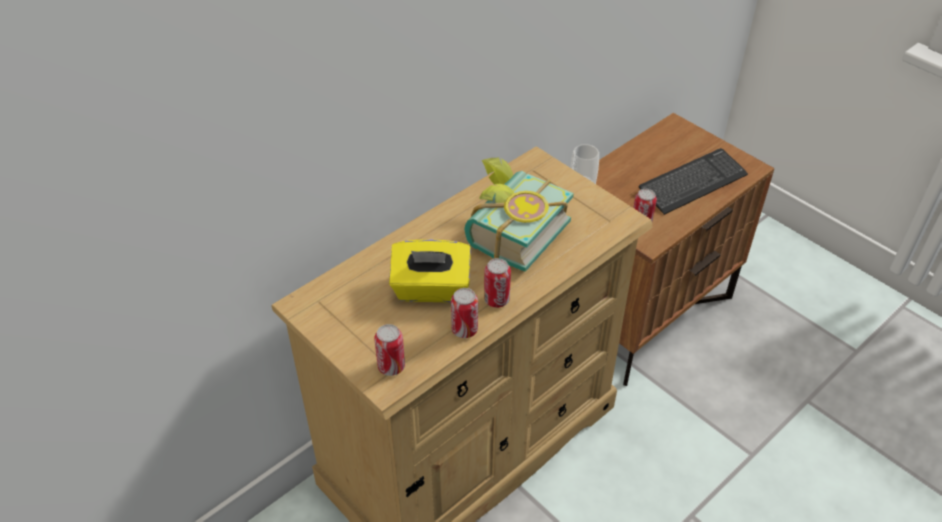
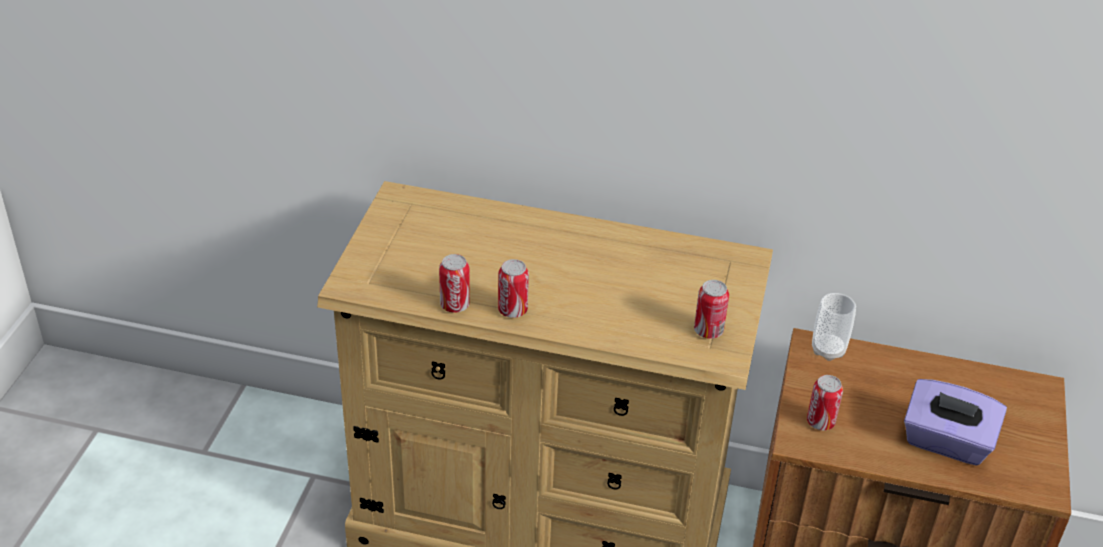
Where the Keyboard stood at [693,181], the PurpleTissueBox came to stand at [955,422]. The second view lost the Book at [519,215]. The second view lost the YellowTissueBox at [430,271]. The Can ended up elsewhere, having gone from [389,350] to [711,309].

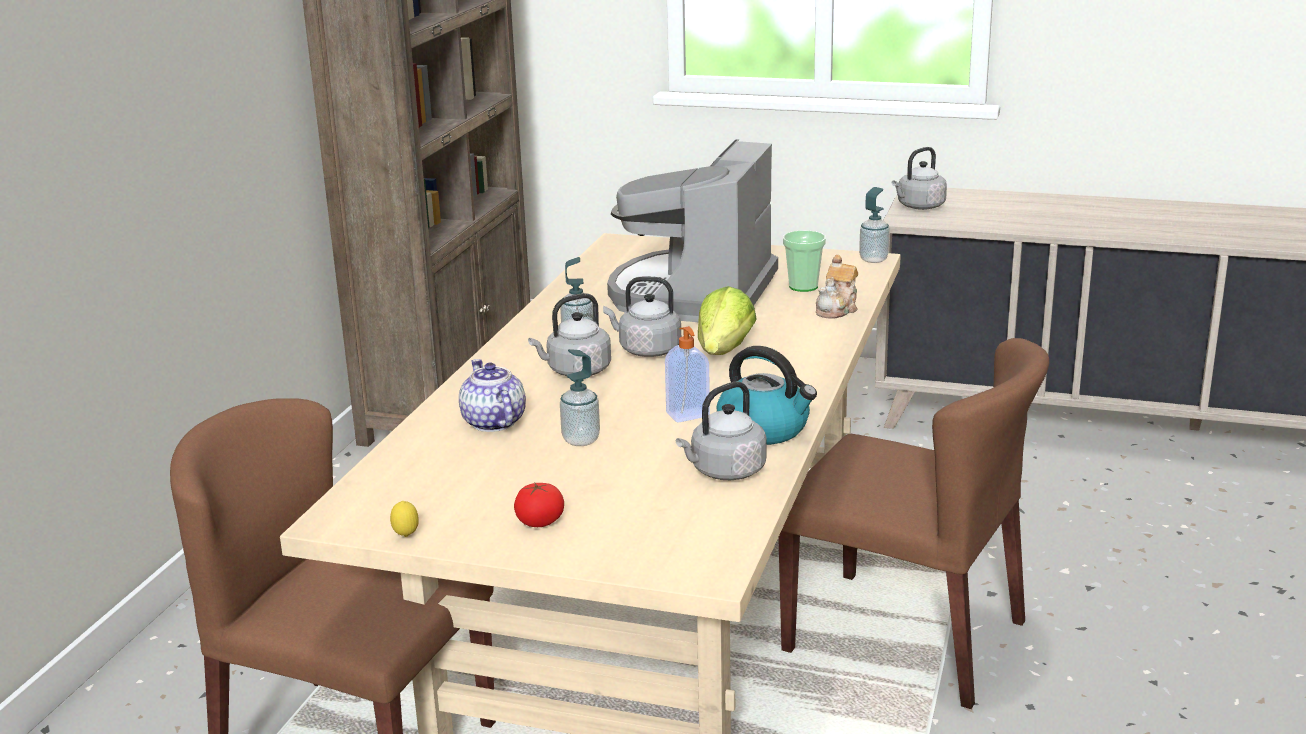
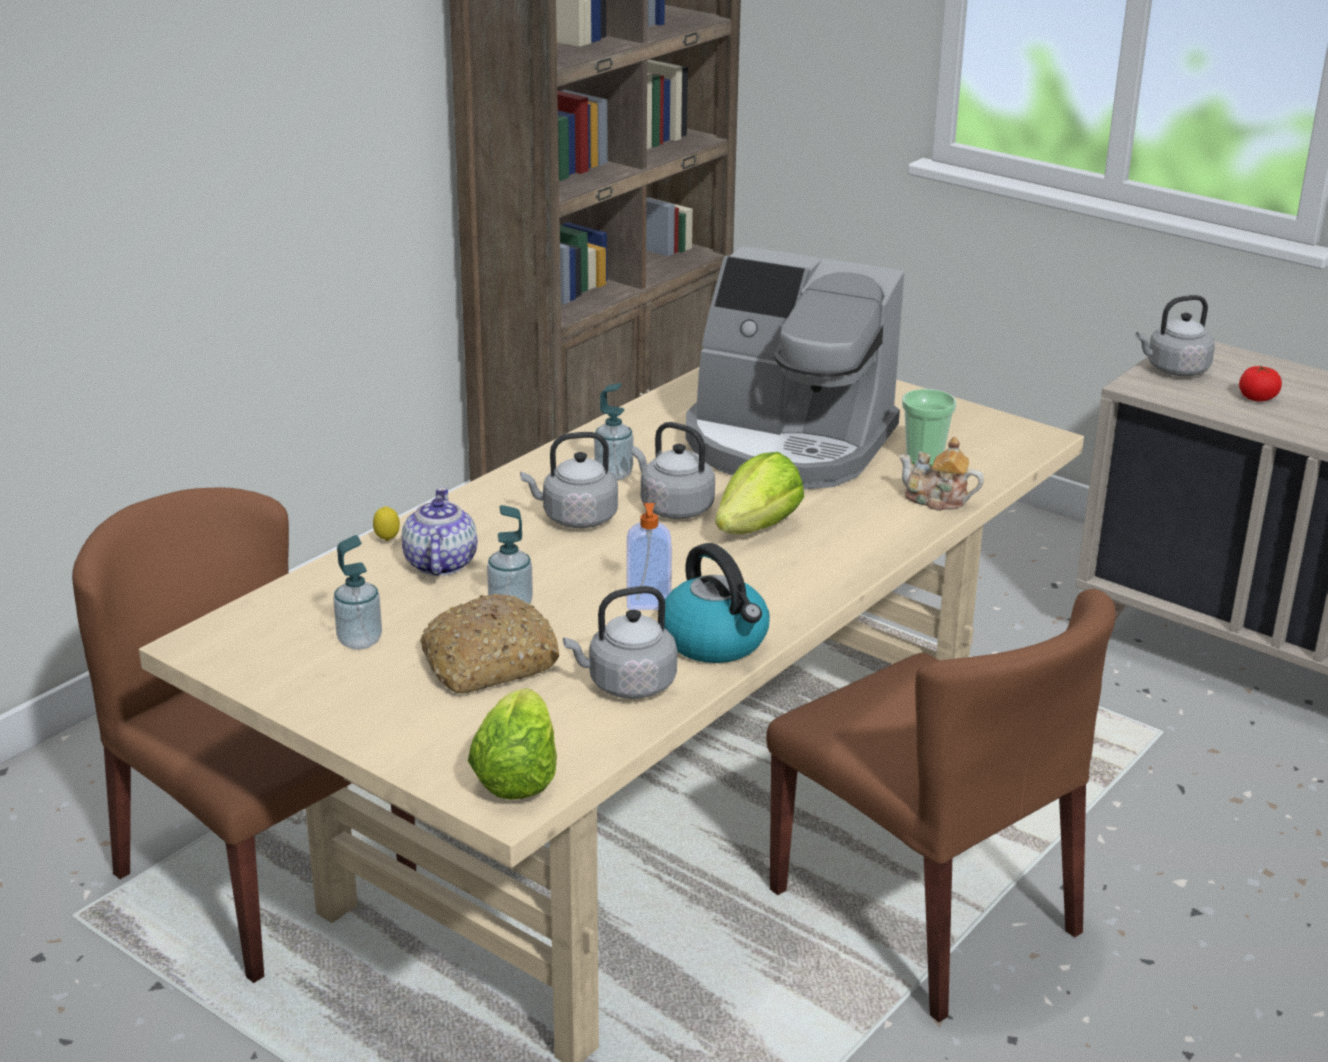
The CoffeeMachine at [692,230] ended up facing another way, 105 degrees counterclockwise from before. The SoapDispenser ended up elsewhere, having gone from [874,225] to [357,592]. The Teapot at [837,286] ended up facing another way, 60 degrees clockwise from before. The Tomato ended up elsewhere, having gone from [539,504] to [1260,383]. The Lemon ended up elsewhere, having gone from [404,519] to [386,523]. The second view gained the Bread at [489,644]. The second view gained the Lettuce at [512,744].

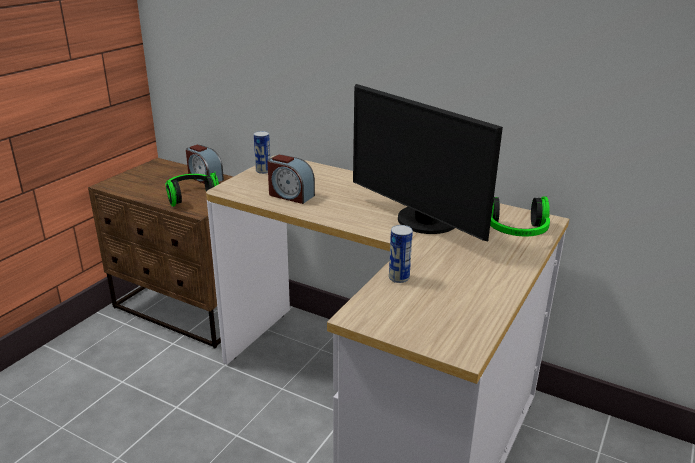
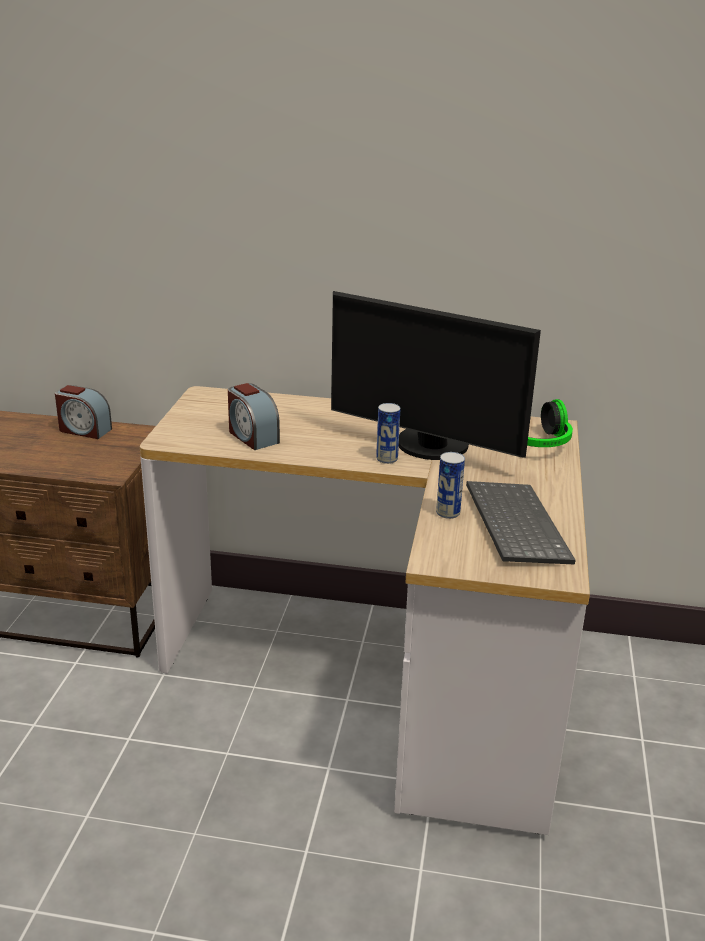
The Can ended up elsewhere, having gone from [262,152] to [388,433]. The AlarmClock at [291,179] ended up facing another way, 45 degrees clockwise from before. The second view lost the Headphones at [192,189]. The second view gained the Keyboard at [521,523].

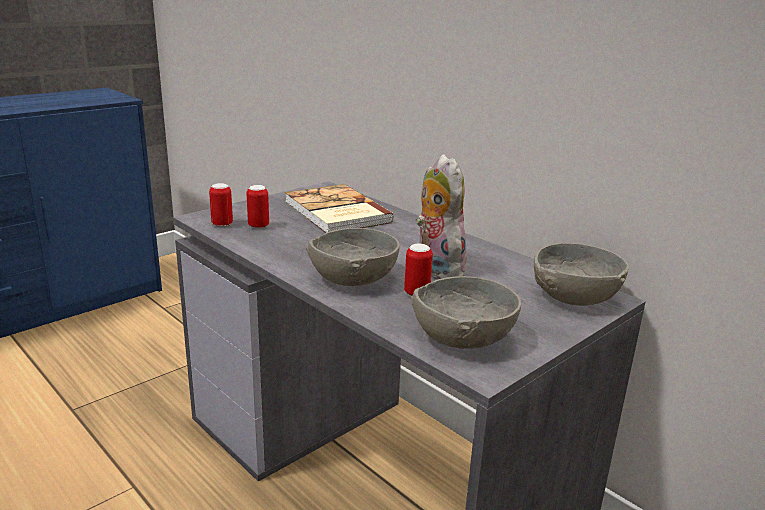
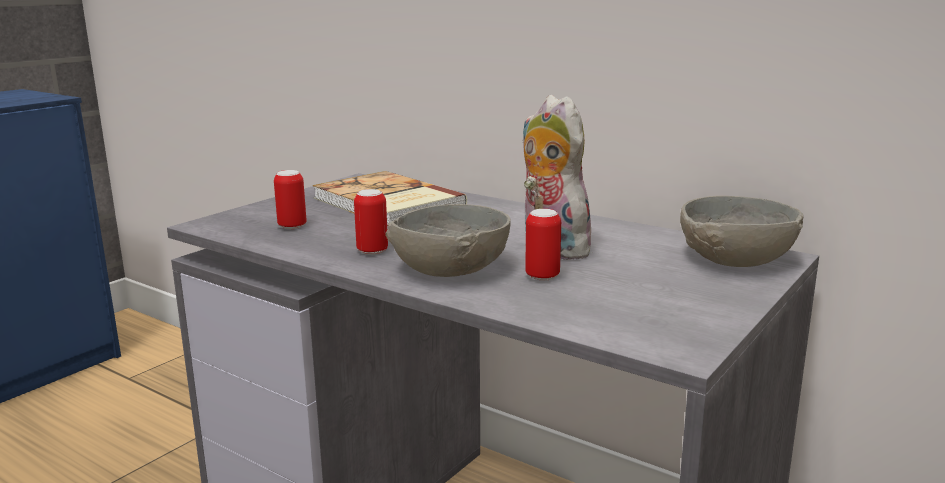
The Can ended up elsewhere, having gone from [221,205] to [371,222]. The second view lost the GreyBowl at [466,312].

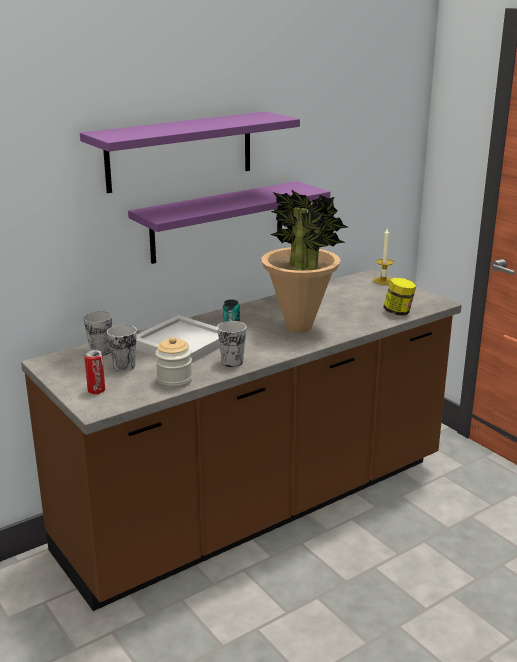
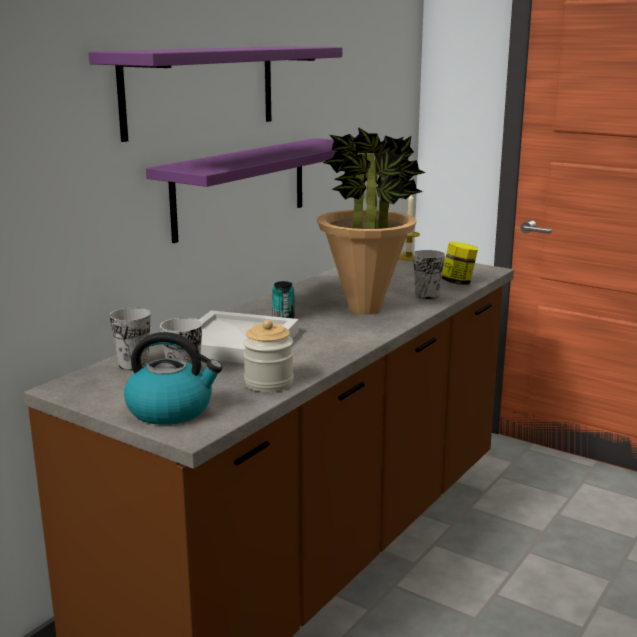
The Cup ended up elsewhere, having gone from [232,344] to [429,274]. Where the Can stood at [94,372], the Kettle came to stand at [173,378].

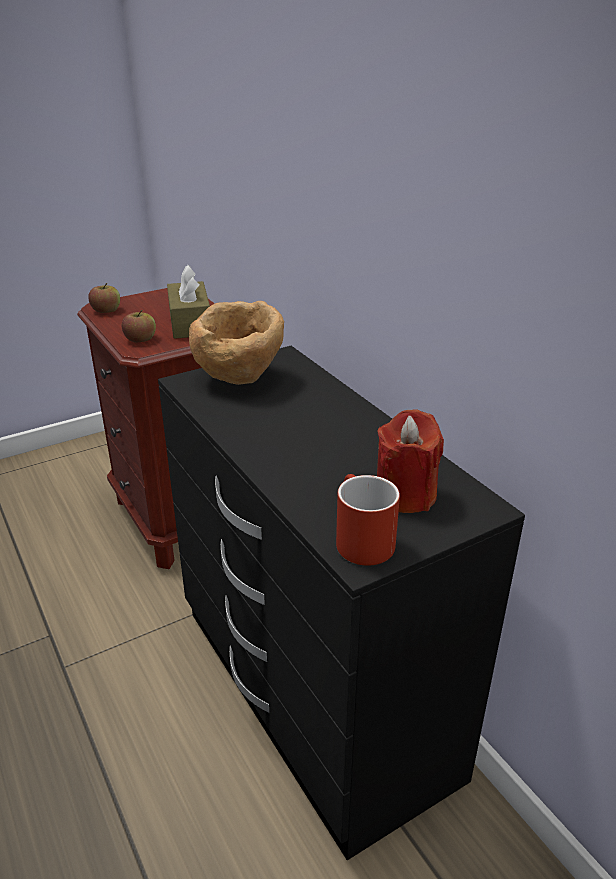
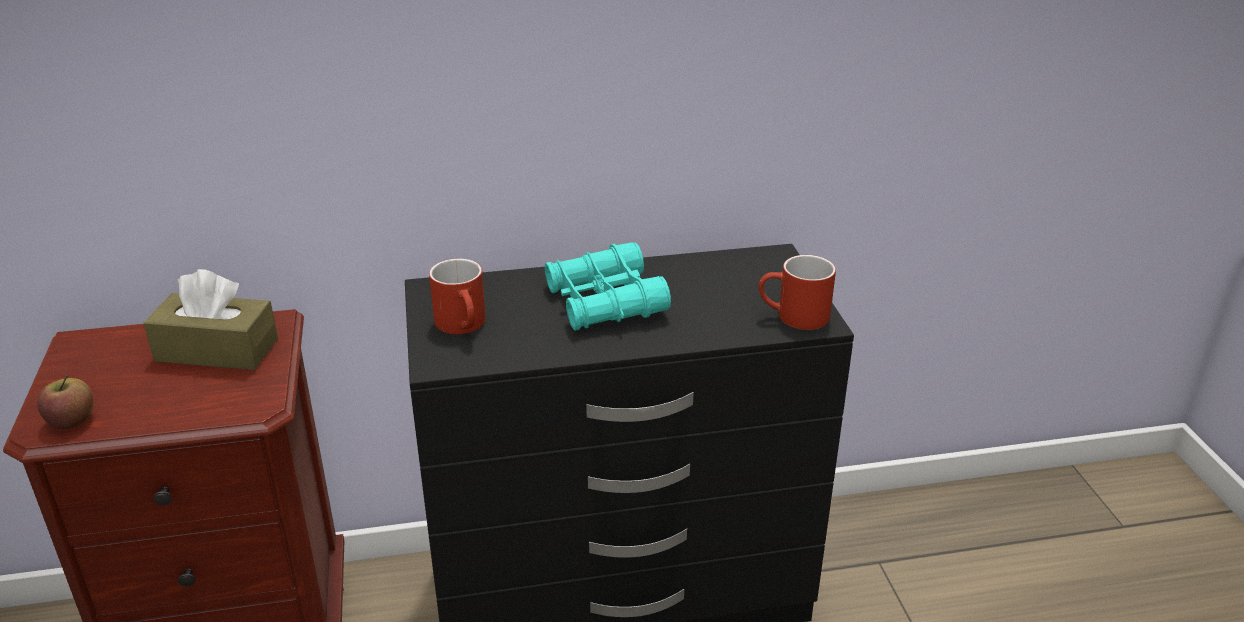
Where the BrownBowl stood at [236,343], the RedMug came to stand at [457,296]. The second view lost the Apple at [139,326]. The second view lost the RedCandle at [410,461]. The second view gained the TurquoiseBinoculars at [608,287].

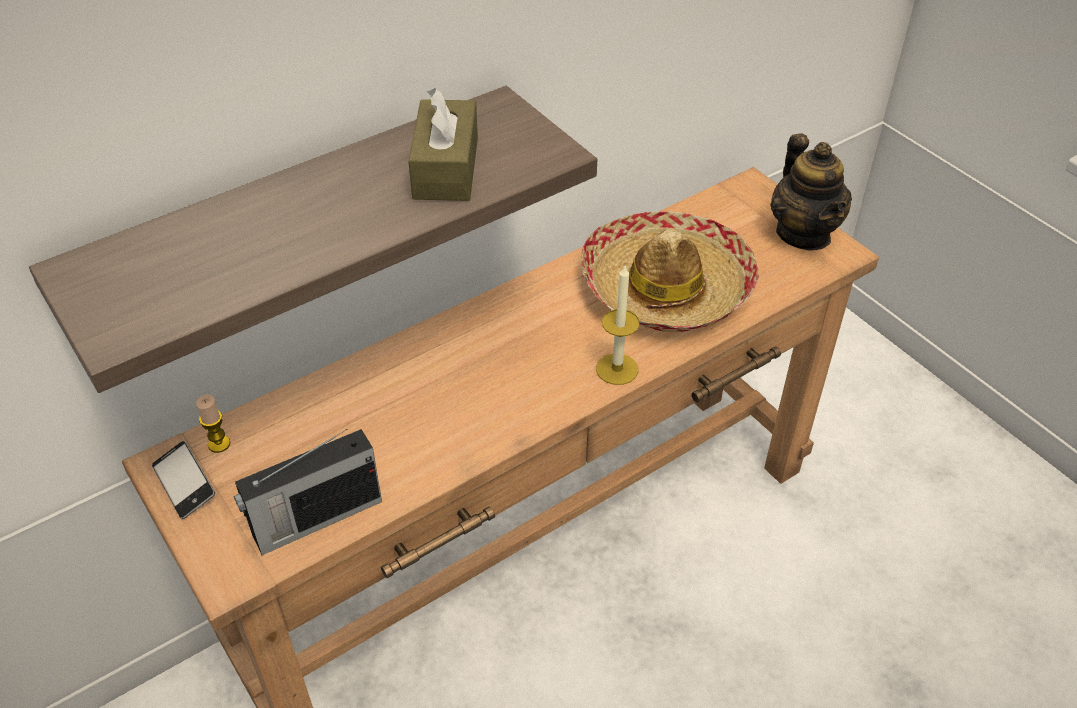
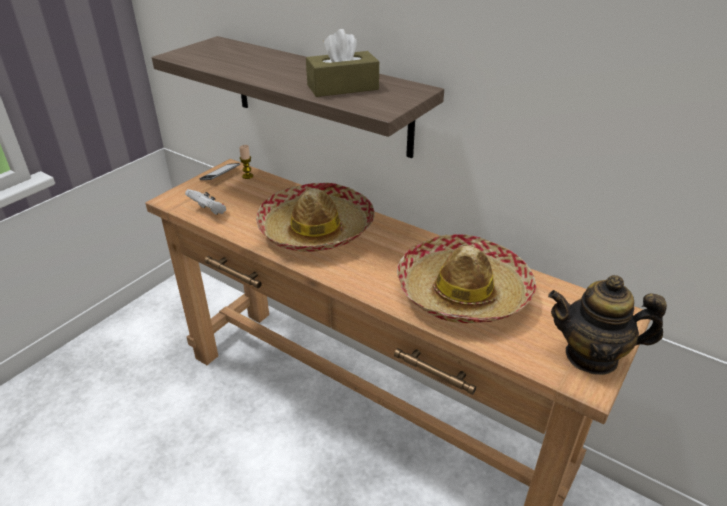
The Teapot at [811,192] ended up facing another way, 45 degrees clockwise from before. The second view lost the Candle at [618,325]. Where the Radio stood at [308,492], the WhiteGameController came to stand at [205,202]. The second view gained the Hat at [315,217].

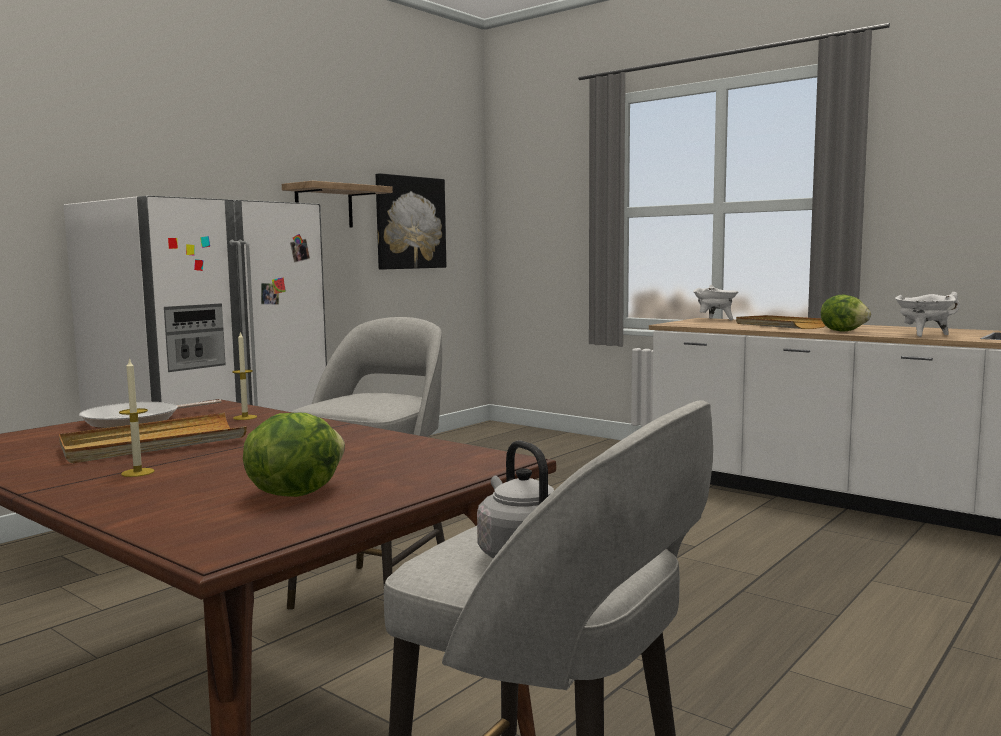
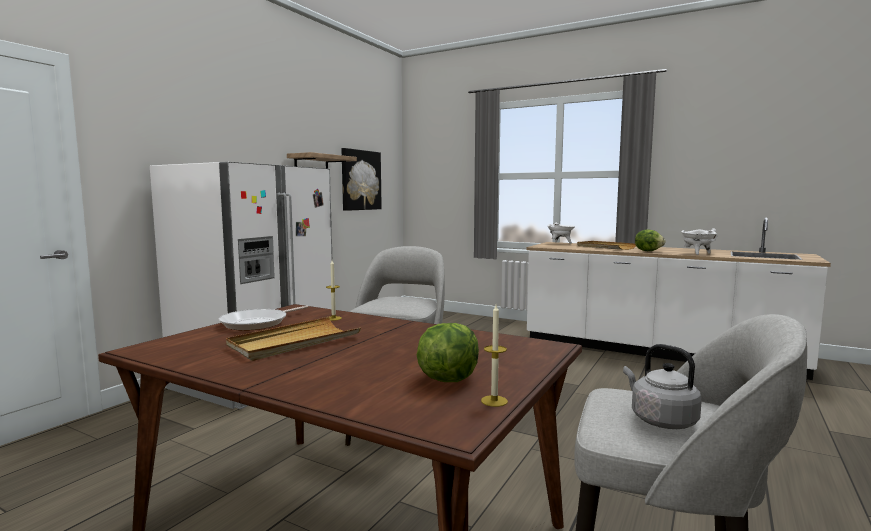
The Candle ended up elsewhere, having gone from [137,417] to [494,356].

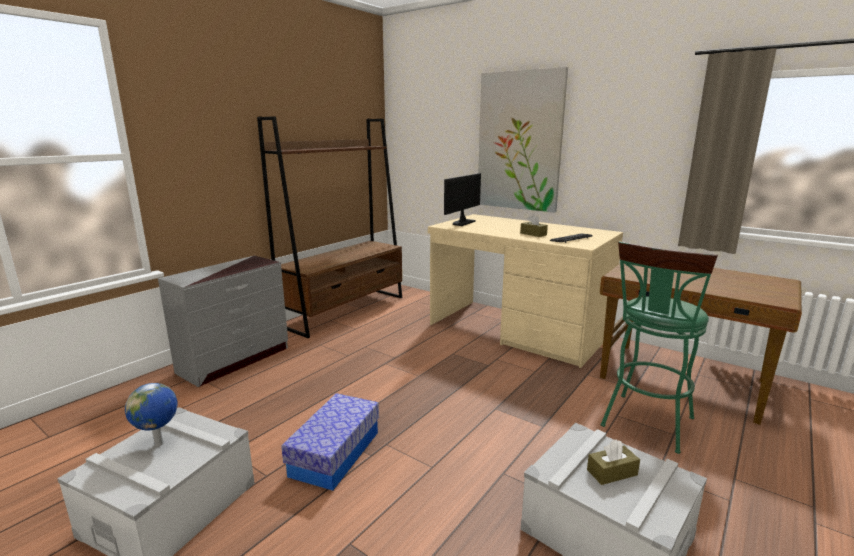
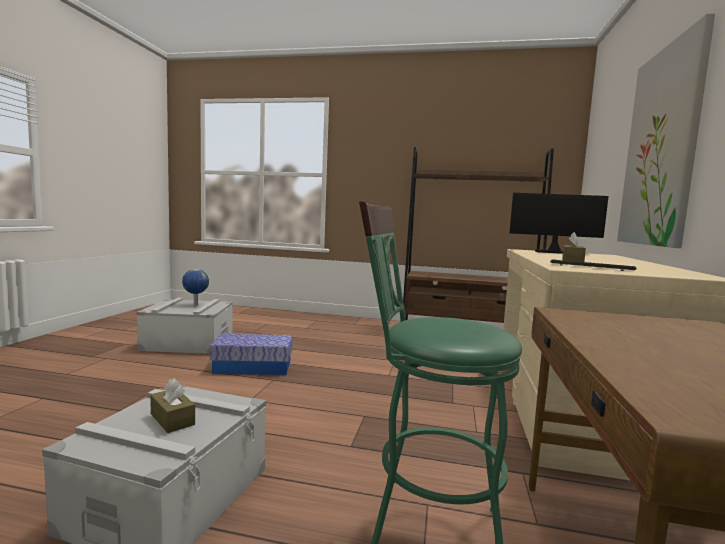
The second view lost the GreyDresser at [223,321].

